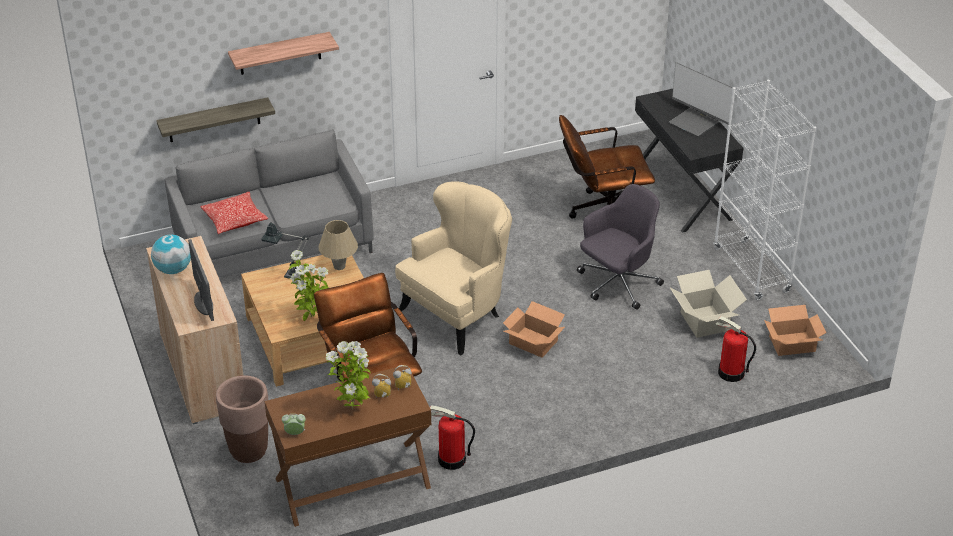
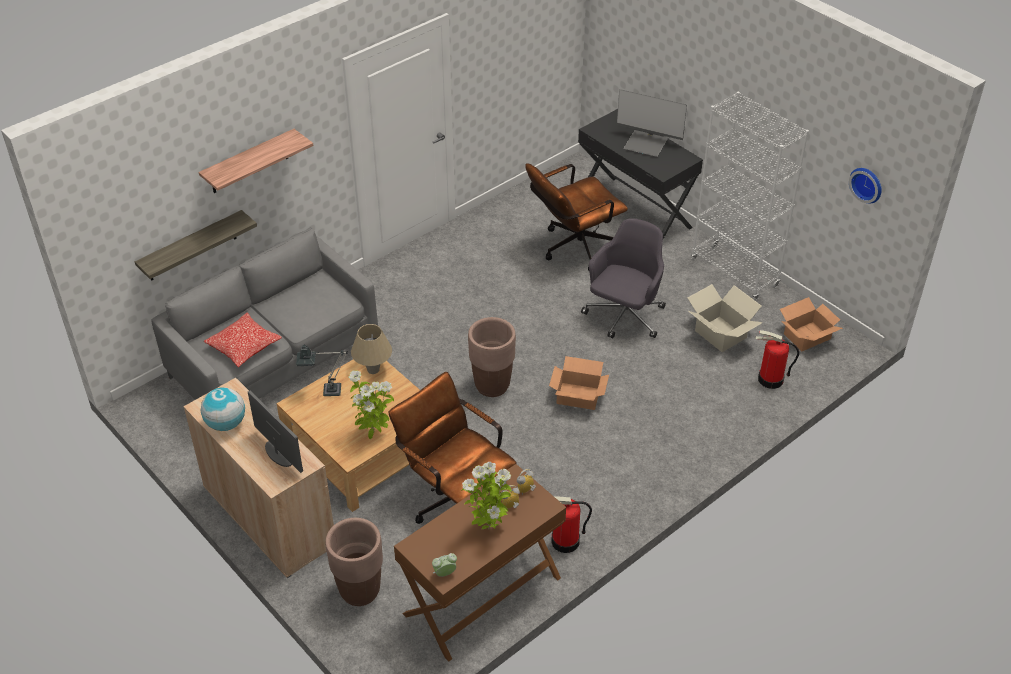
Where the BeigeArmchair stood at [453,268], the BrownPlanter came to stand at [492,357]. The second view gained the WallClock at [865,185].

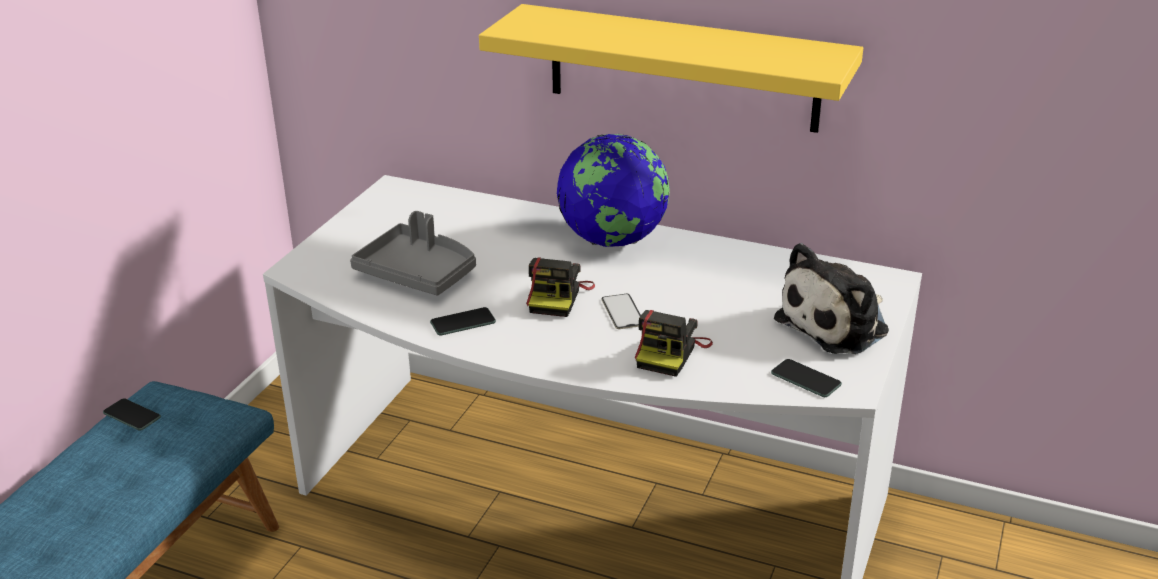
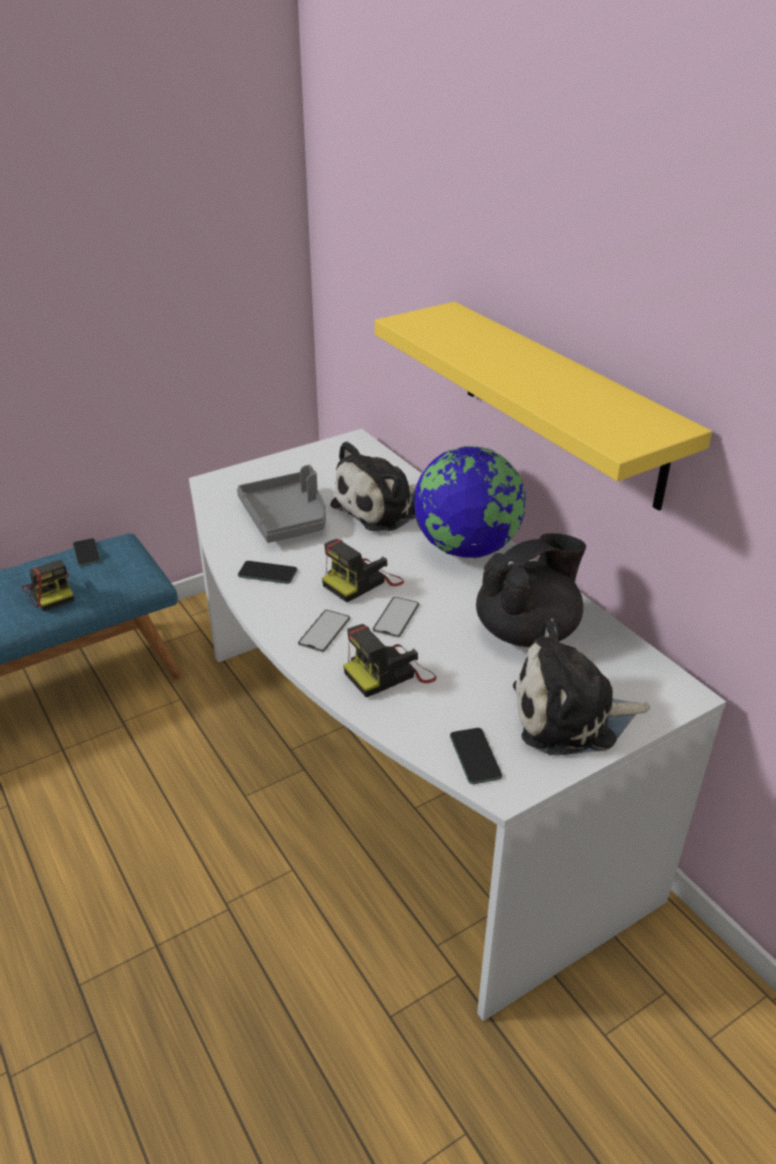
The second view gained the PlushToy at [373,486]. The second view gained the BlackTeapot at [531,590]. The second view gained the PhotoCamera at [48,585]. The second view gained the Phone at [324,631].

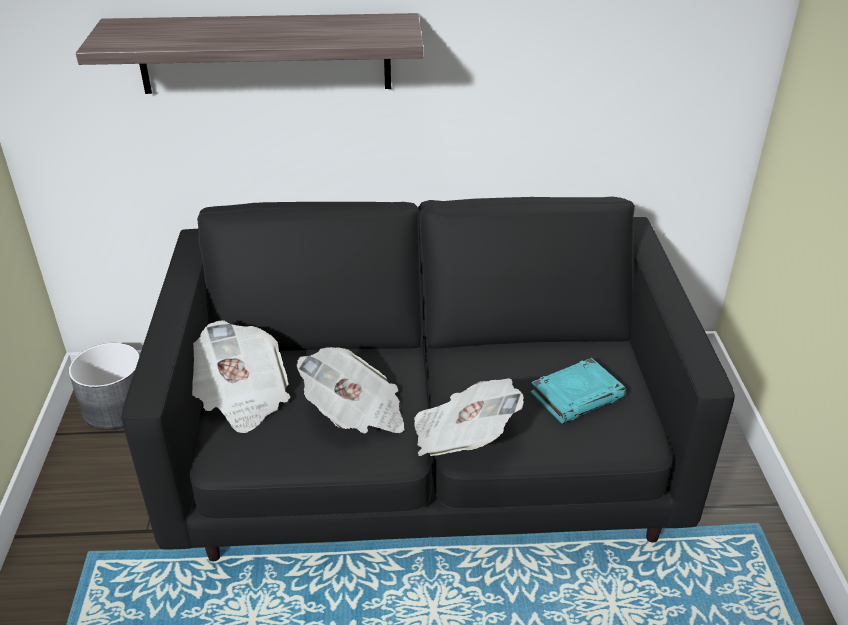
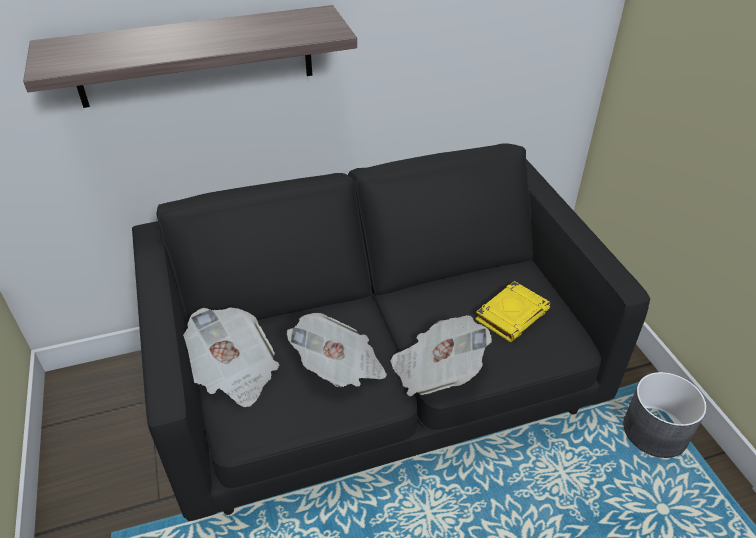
The GreyPlanter ended up elsewhere, having gone from [104,386] to [665,415]. What was the TurquoiseBook at [578,391] turned into the YellowBook at [513,311].

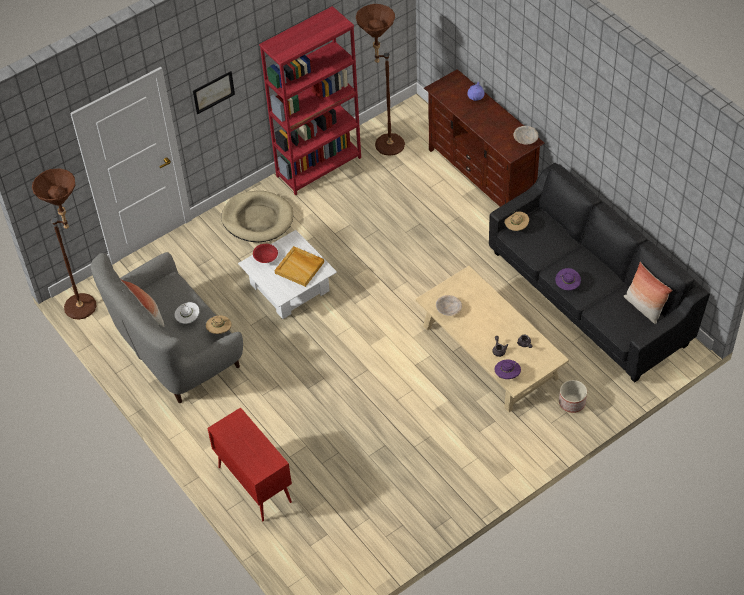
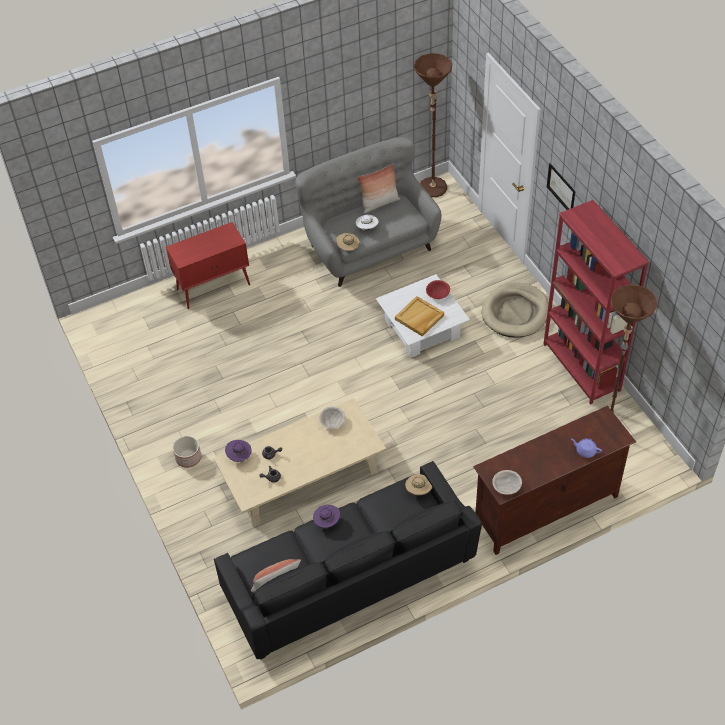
The Planter ended up elsewhere, having gone from [573,396] to [187,452].

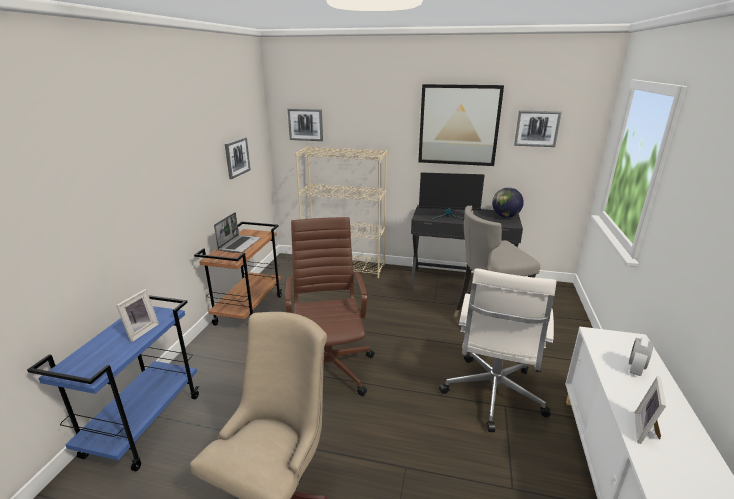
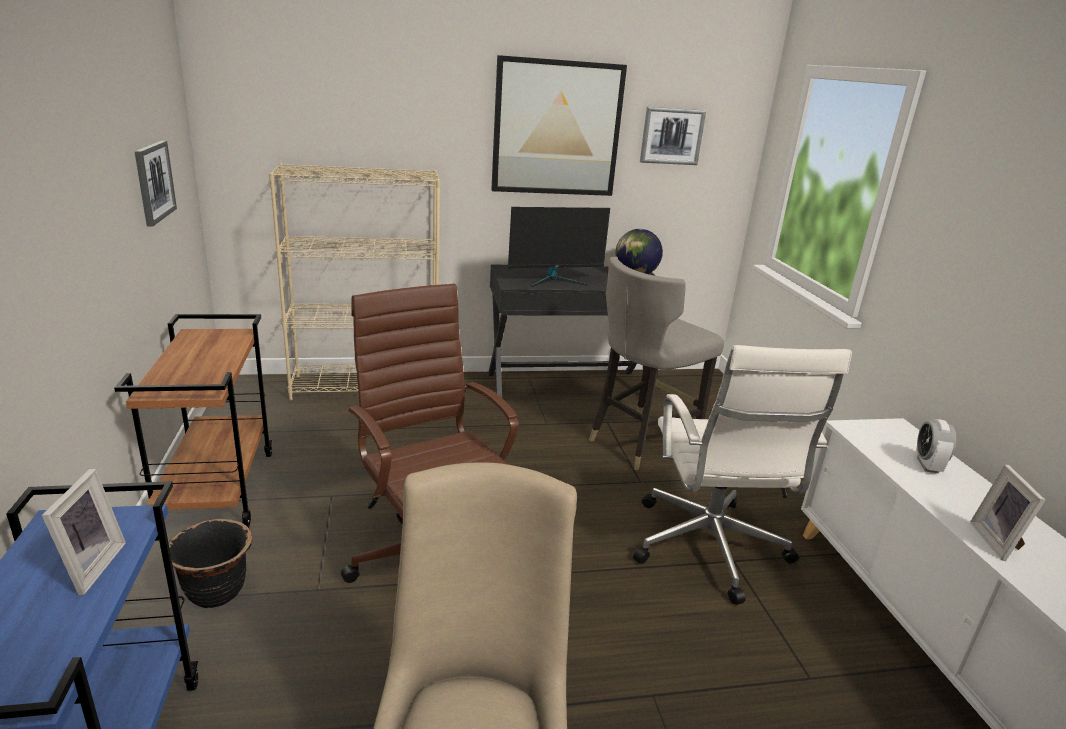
The second view lost the Picture at [305,125]. The second view lost the Laptop at [237,232]. The second view gained the BlackPlanter at [210,563].

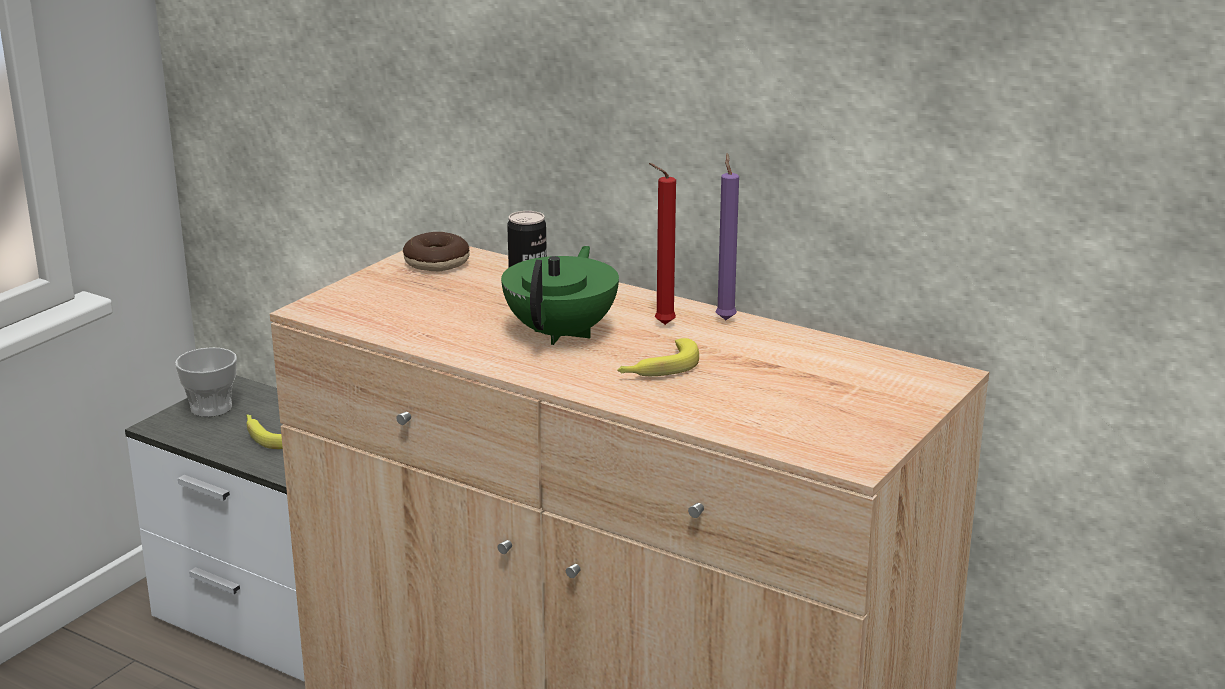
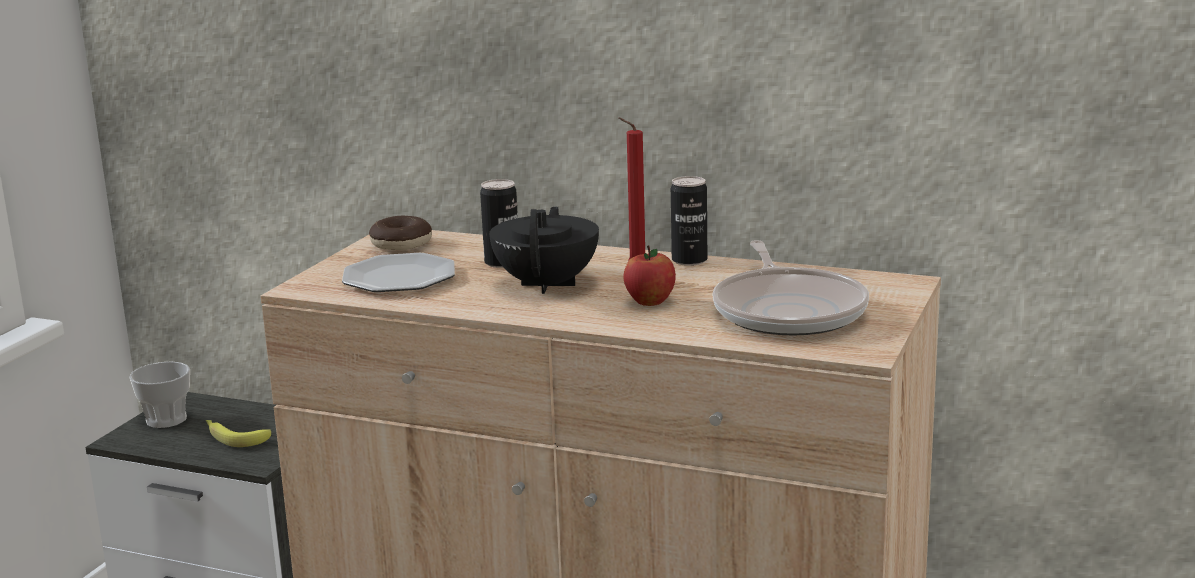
Where the PurpleCandle stood at [727,236], the Can came to stand at [689,221]. What was the GreenTeapot at [560,295] turned into the BlackTeapot at [544,250]. Where the Banana stood at [658,357], the Apple came to stand at [649,275]. The second view gained the FryingPan at [791,288]. The second view gained the Plate at [398,272].

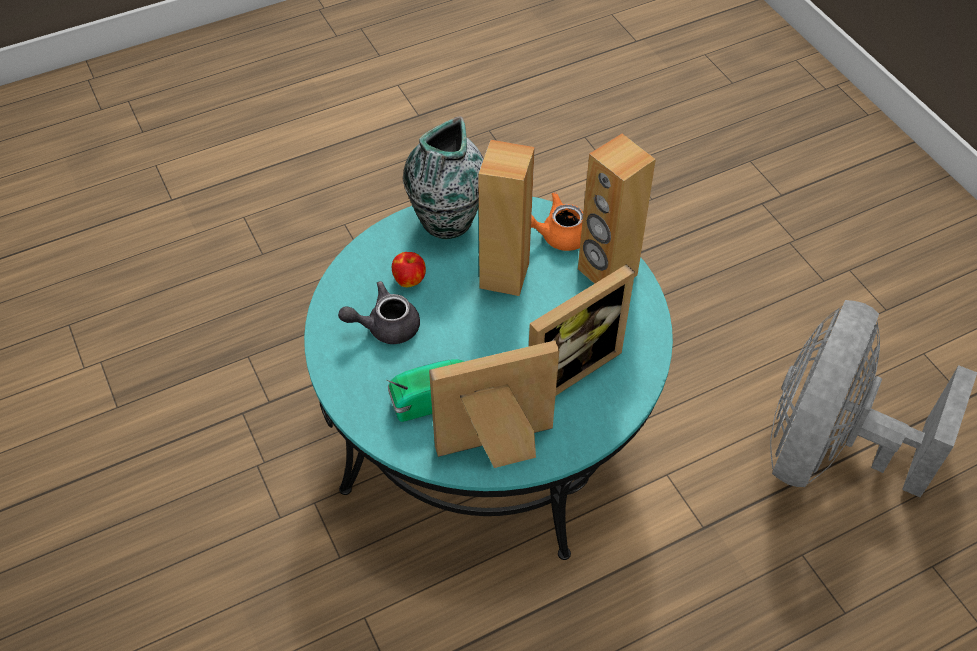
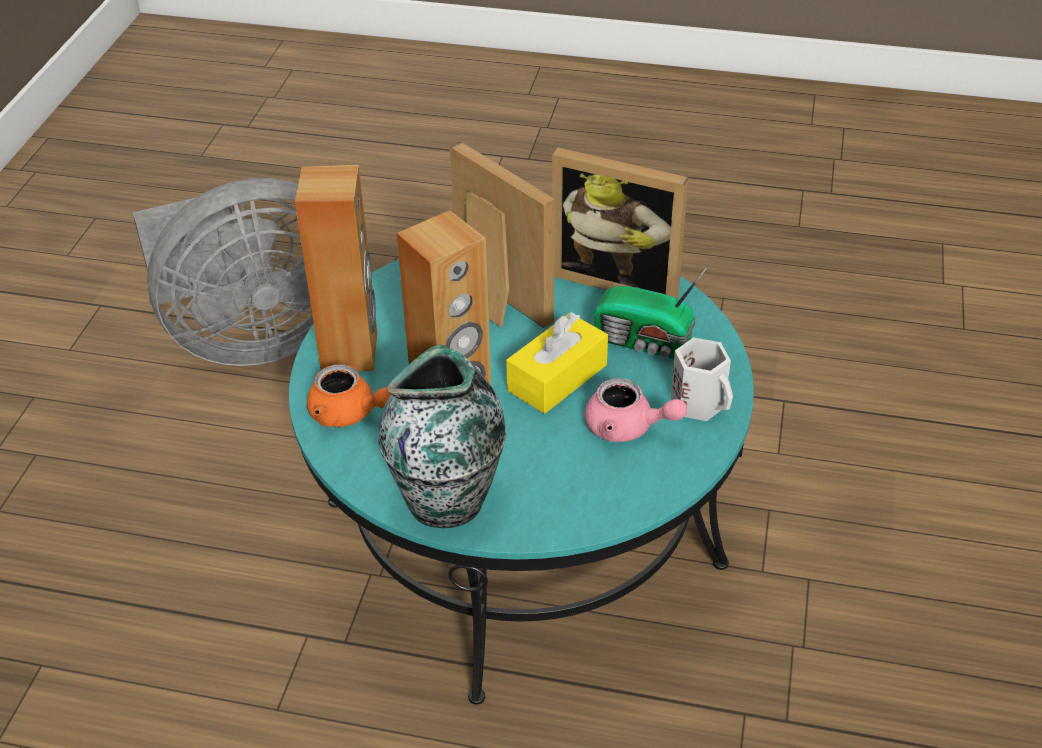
The second view lost the Apple at [409,269]. The PictureFrame at [582,329] ended up facing another way, 45 degrees clockwise from before. What was the GreyTeapot at [379,312] turned into the PinkTeapot at [636,410]. The second view gained the YellowTissueBox at [557,363]. The second view gained the WhiteMug at [702,379].

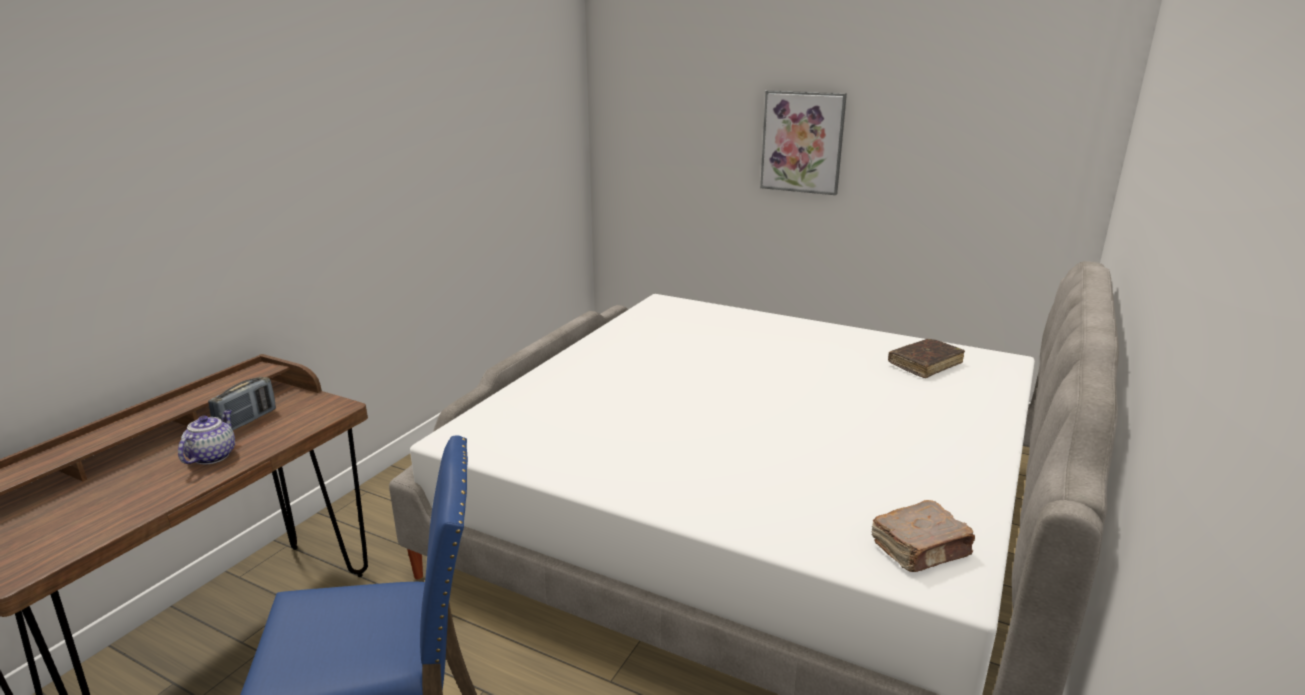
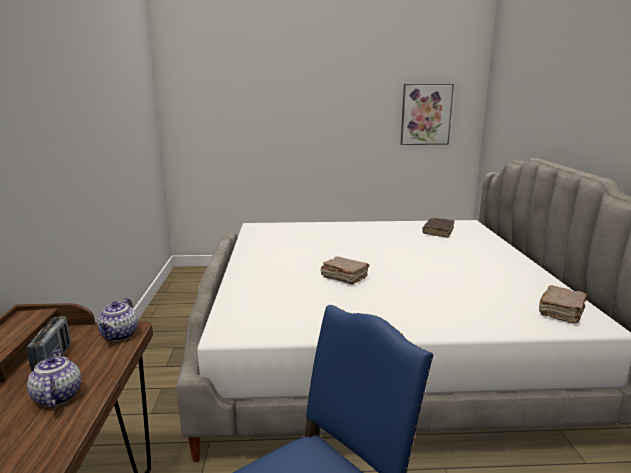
The Picture ended up elsewhere, having gone from [803,142] to [427,114]. The second view gained the BrownBook at [345,270]. The second view gained the Teapot at [117,319].

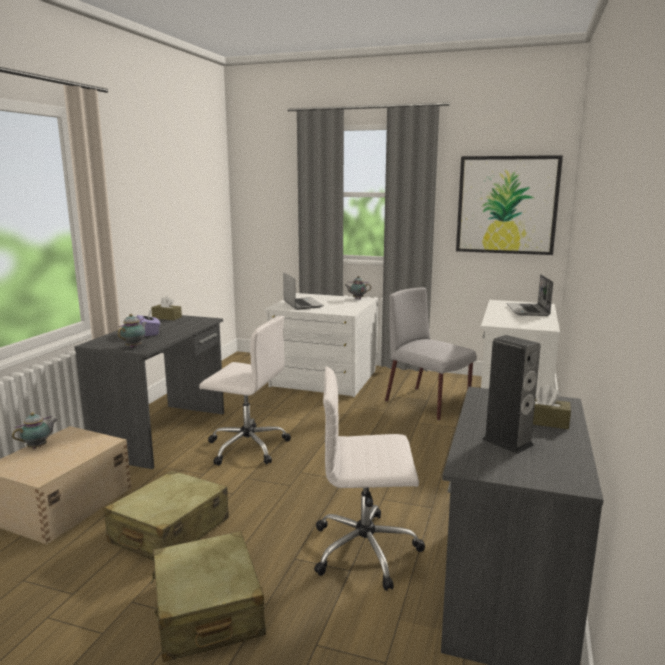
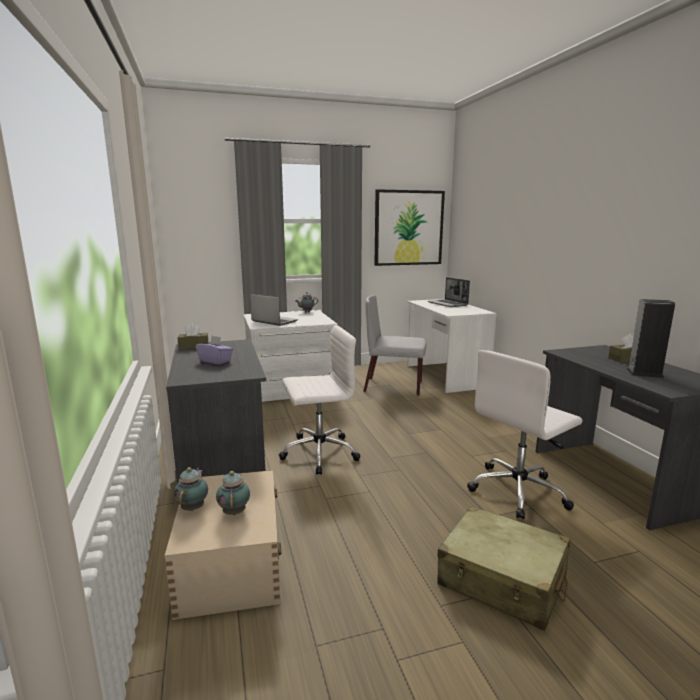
The Teapot ended up elsewhere, having gone from [132,331] to [233,493]. The second view lost the BeigeSuitcase at [166,515].

